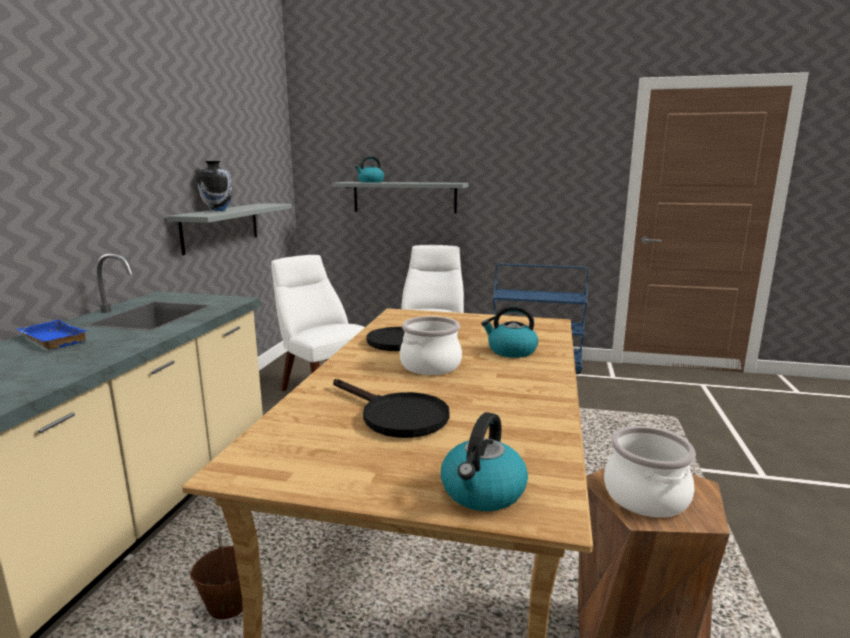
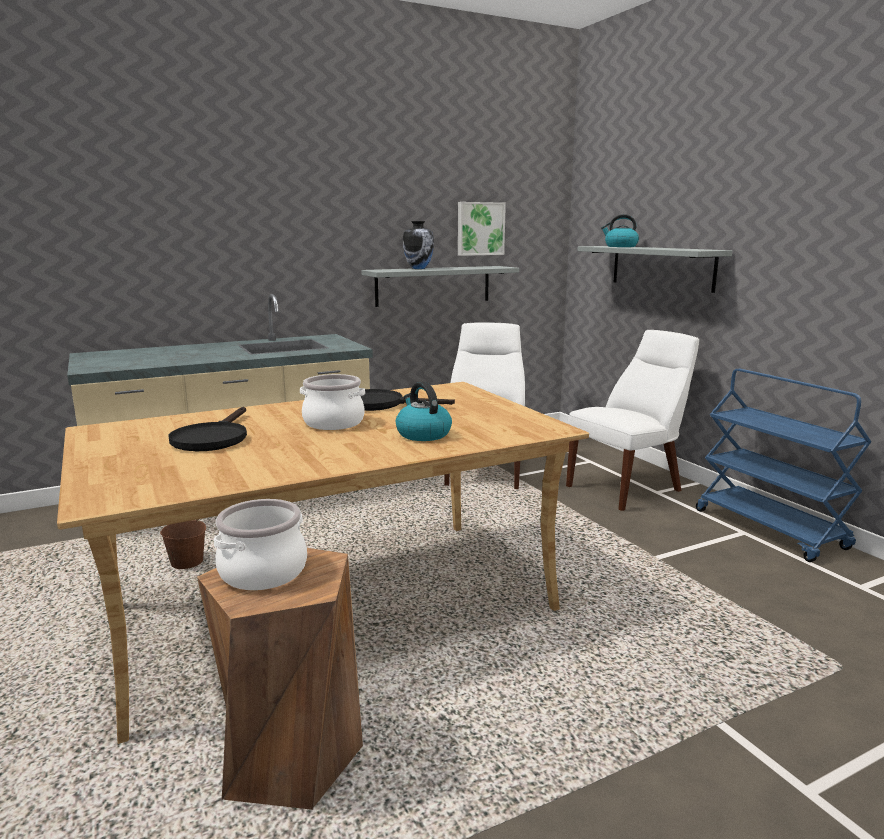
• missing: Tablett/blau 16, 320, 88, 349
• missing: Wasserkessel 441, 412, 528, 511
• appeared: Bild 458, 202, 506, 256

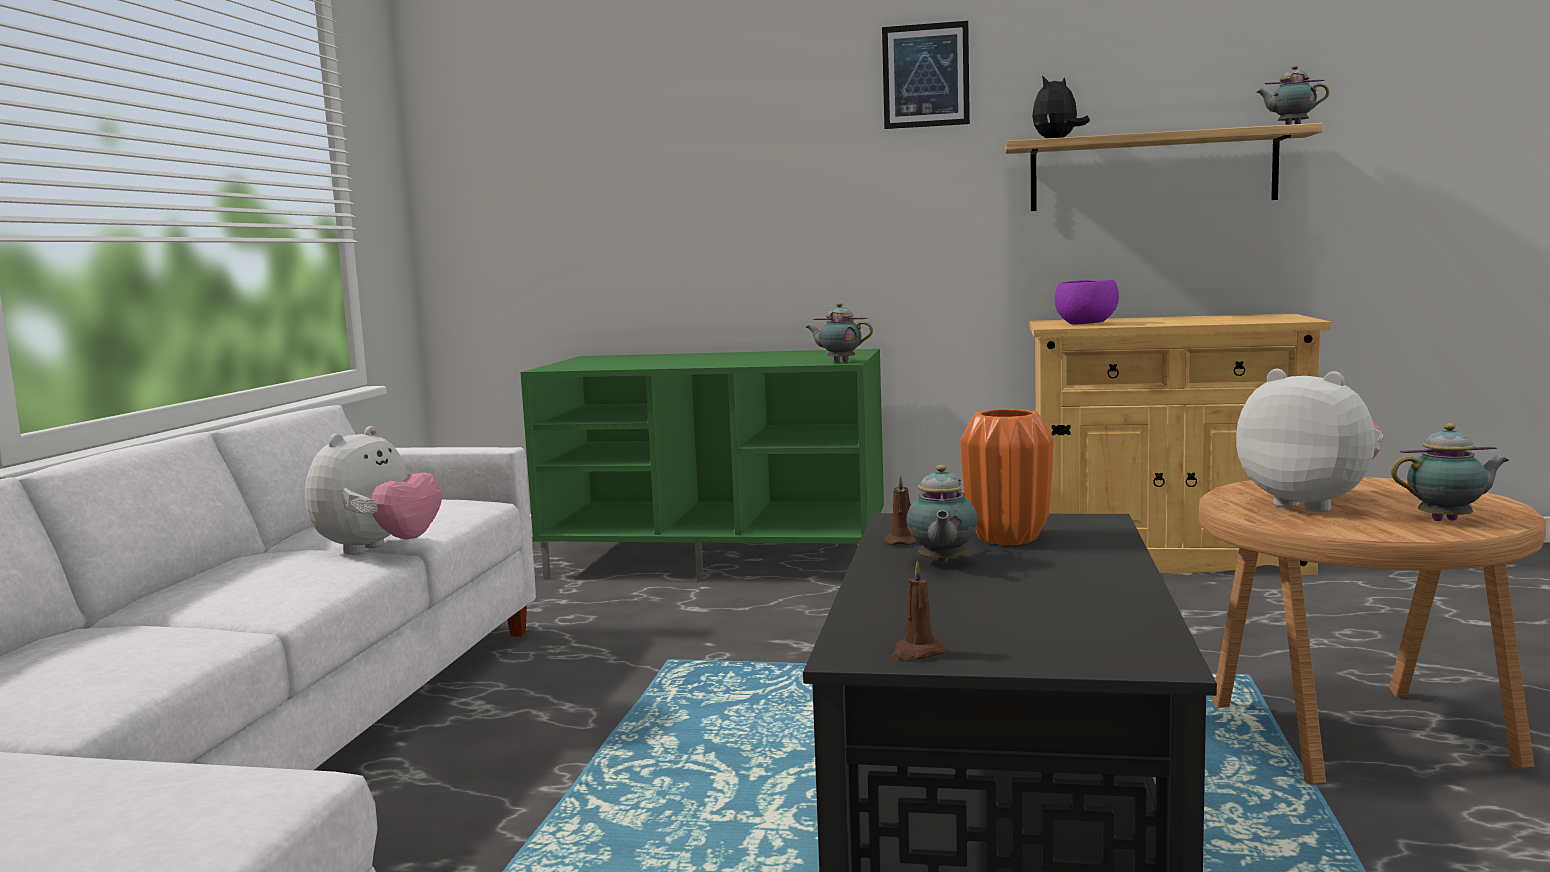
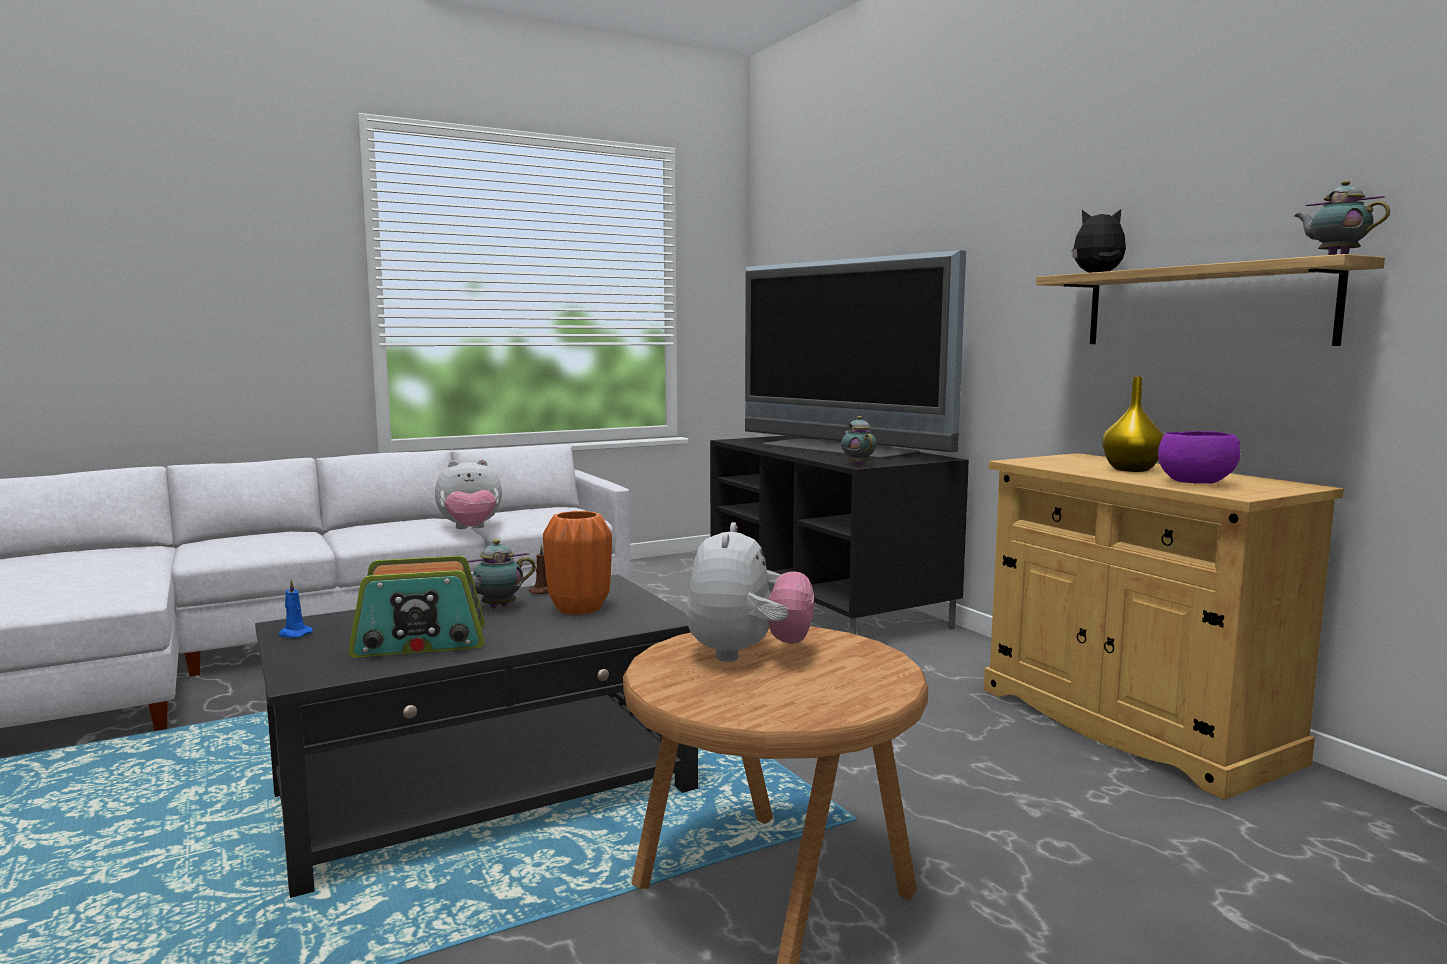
• missing: Bild 882, 21, 970, 129
• relocated: Schüssel/lila 1055, 280, 1119, 325 to 1158, 431, 1240, 483
• colour: Fernsehschrank/grün 520, 349, 884, 581 to Fernsehschrank/schwarz 710, 436, 969, 634
• missing: Teekanne 1391, 423, 1509, 521
• colour: Kerze/braun 891, 561, 946, 661 to Kerze/blau 278, 580, 313, 638
• appeared: Fernseher 745, 250, 966, 460
• appeared: Vase/gelb 1102, 377, 1164, 472
• appeared: Radio 348, 556, 485, 658

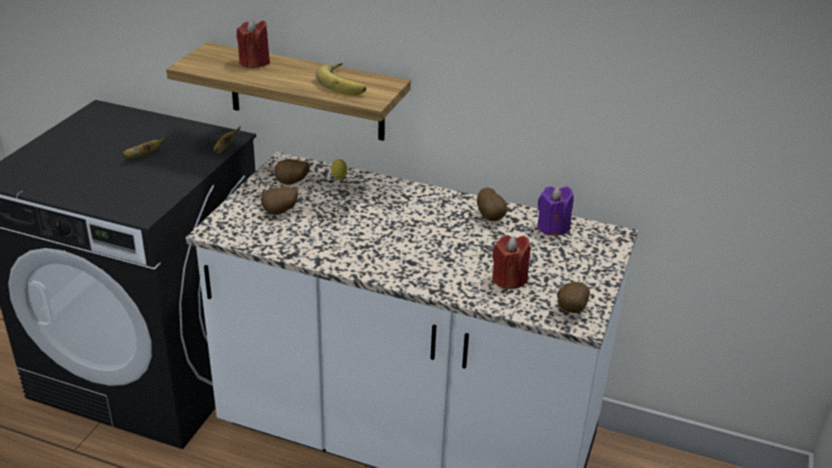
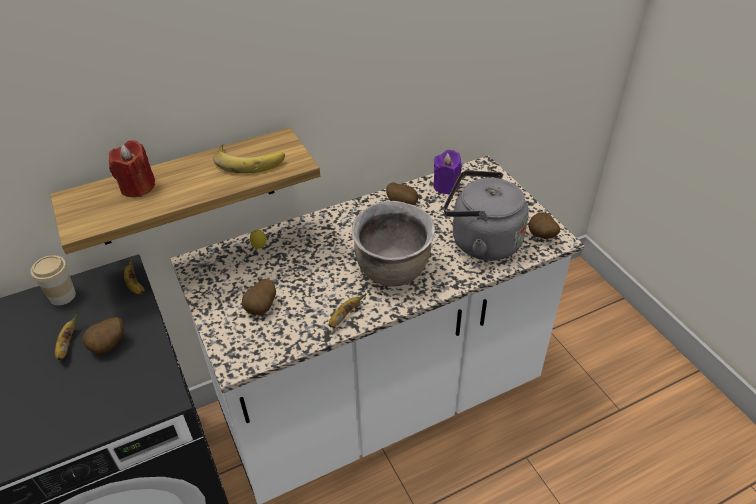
• relocated: Kartoffel 275, 159, 309, 185 to 82, 317, 124, 354
• exchanged: Kerze/rot 492, 235, 530, 289 to Wasserkessel/grau 444, 170, 529, 261
• appeared: Kochtopf/braun 352, 201, 435, 287
• appeared: Tasse 30, 255, 76, 306
• appeared: Banane 328, 293, 367, 327

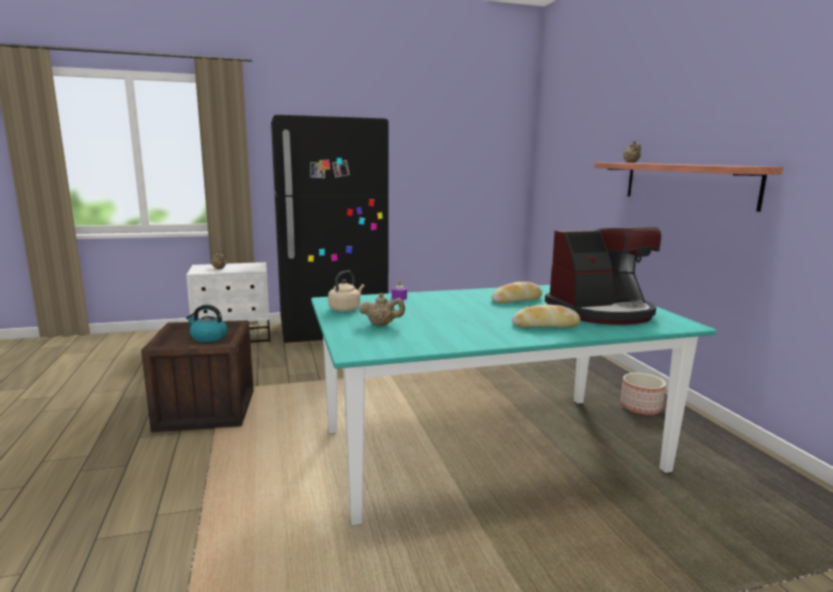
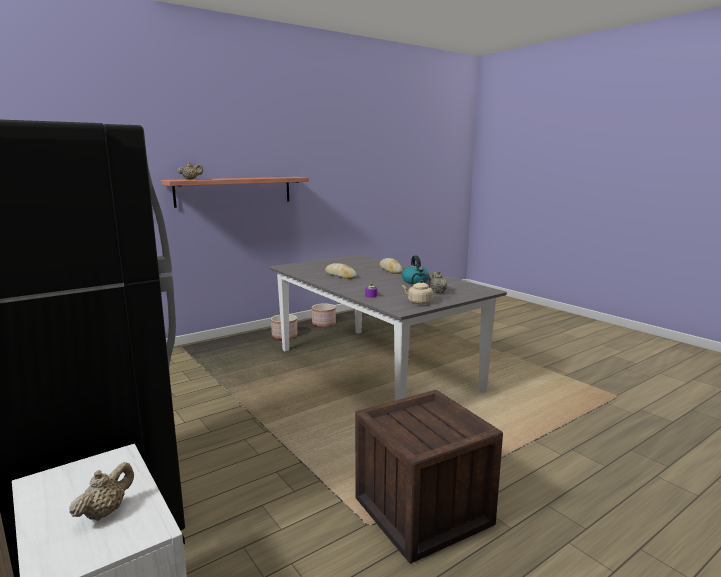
• missing: Kaffeemaschine 545, 227, 661, 324
• colour: Esstisch/türkis 311, 285, 716, 525 to Esstisch/grau 269, 254, 507, 401
• relocated: Wasserkessel 186, 305, 228, 342 to 402, 255, 430, 284
• appeared: Pflanzkübel 312, 303, 336, 327

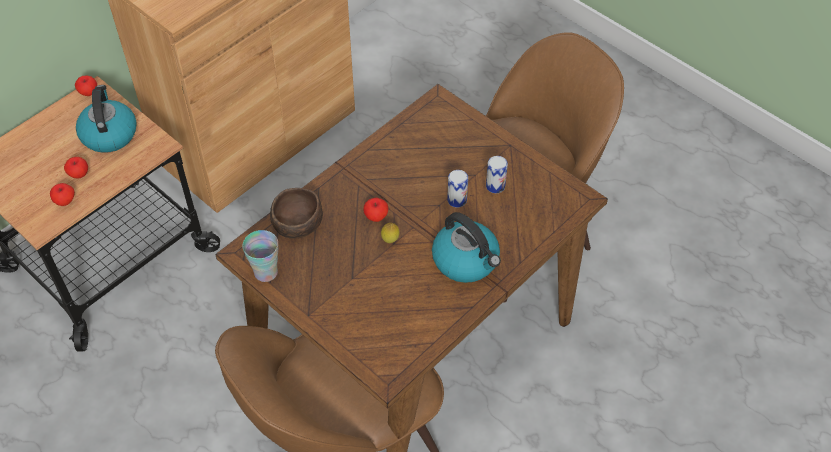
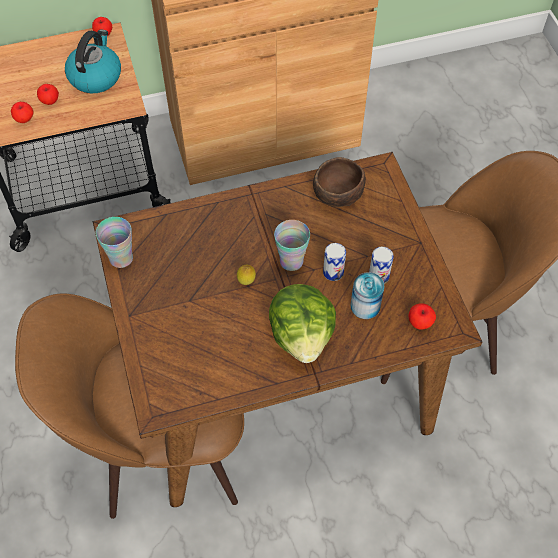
• relocated: Schüssel/braun 270, 188, 323, 239 to 313, 157, 366, 207
• relocated: Apfel 364, 198, 388, 222 to 409, 303, 436, 330
• exchanged: Wasserkessel 432, 212, 501, 283 to Salatkopf 269, 284, 336, 363
• appeared: Tasse 274, 220, 310, 271
• appeared: Dose 351, 273, 384, 319

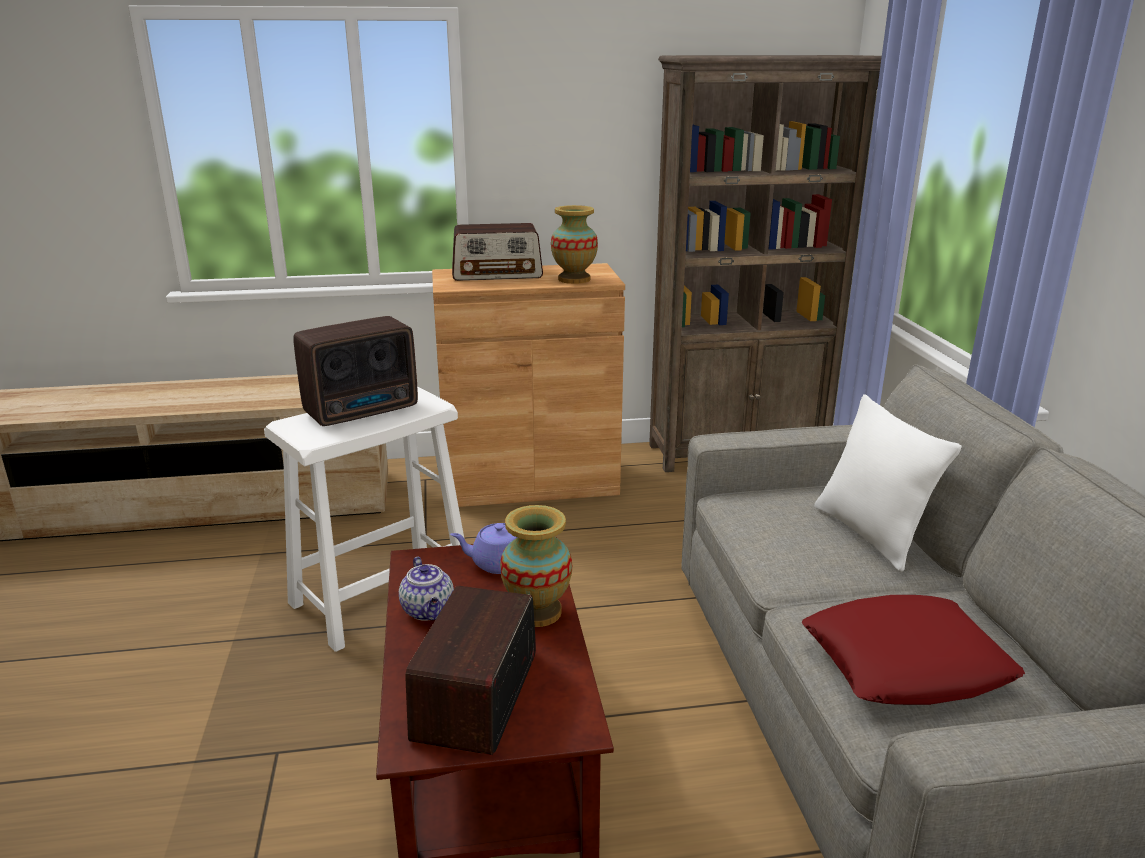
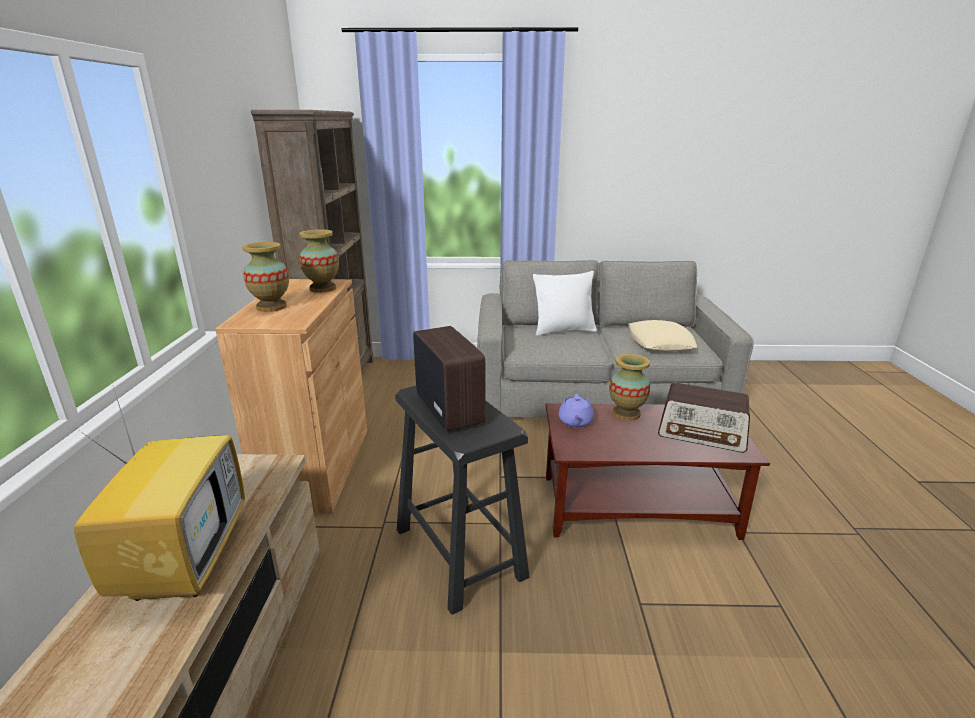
• exchanged: Radio 452, 223, 543, 281 to Vase 242, 242, 289, 312
• colour: Hocker/weiß 264, 387, 464, 652 to Hocker/schwarz 395, 386, 530, 615
• missing: Teekanne 399, 557, 454, 621
• colour: Kissen/rot 802, 595, 1025, 705 to Kissen/beige 628, 320, 697, 351
• appeared: Fernseher 74, 377, 245, 601

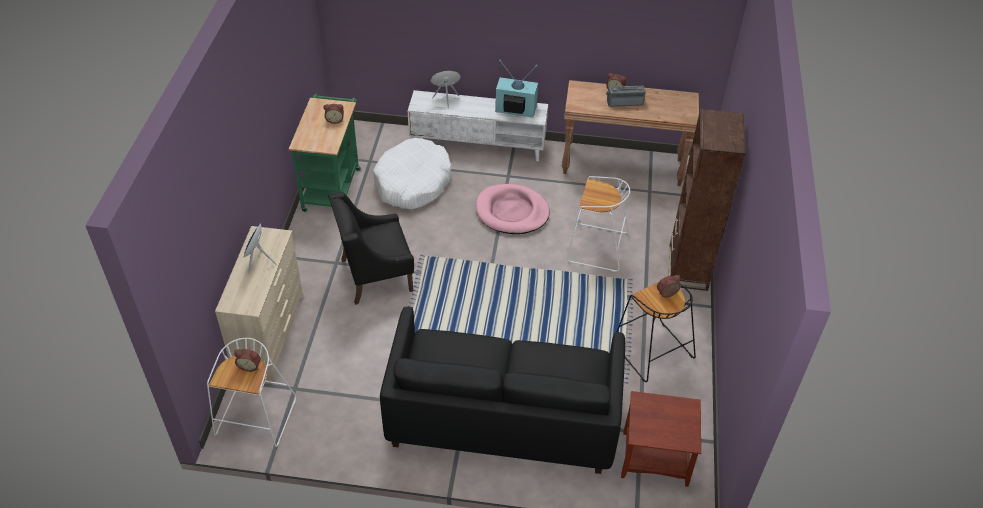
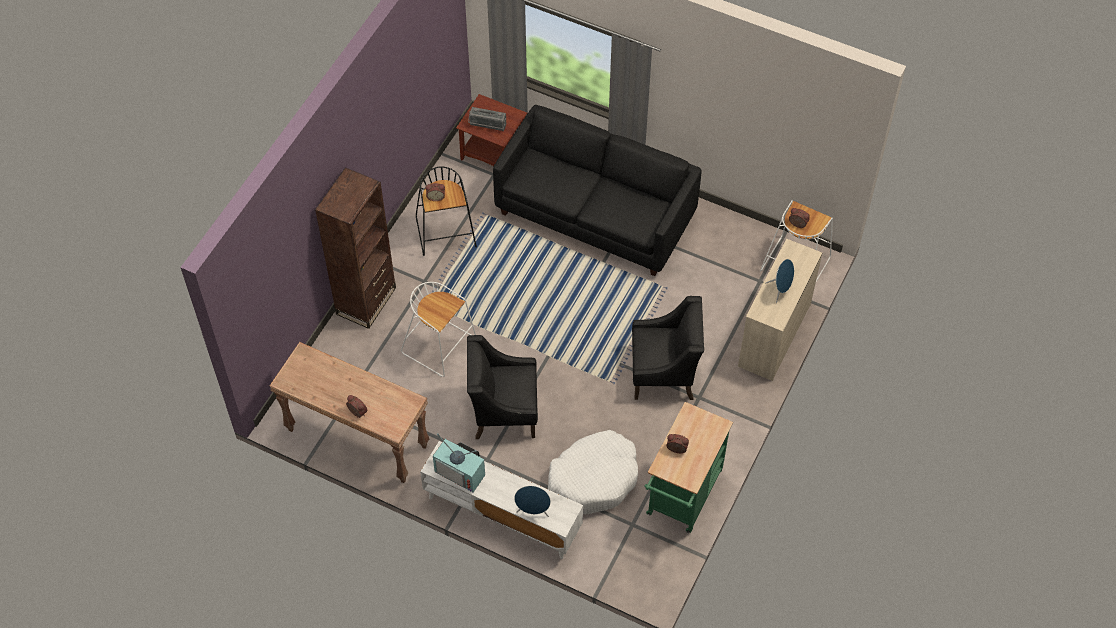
• relocated: Radio 606, 85, 646, 107 to 468, 107, 506, 131
• exchanged: Hundebett/rosa 476, 184, 550, 234 to Sessel/schwarz 467, 335, 538, 439

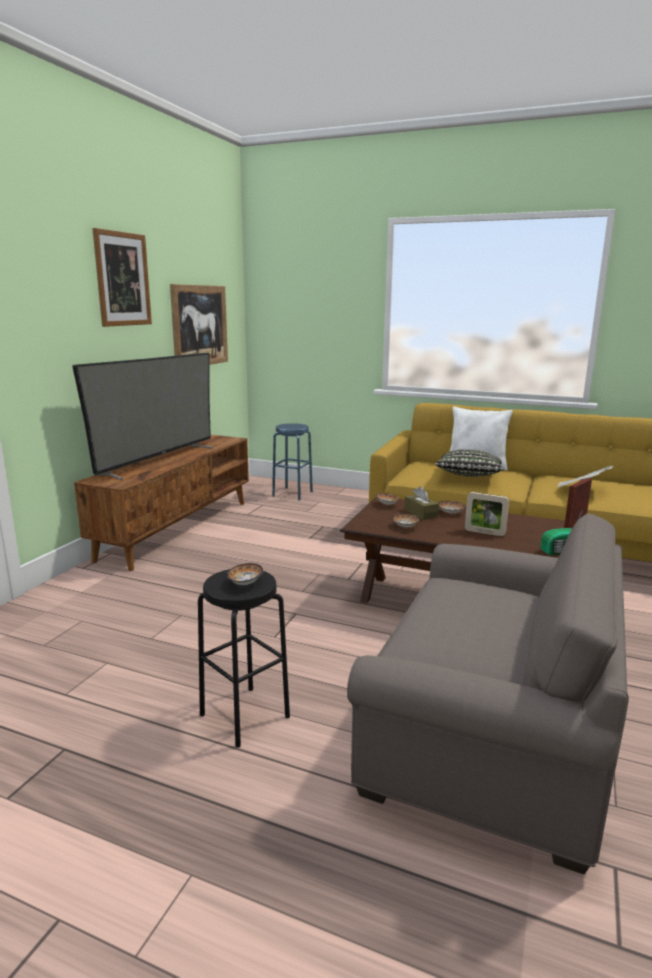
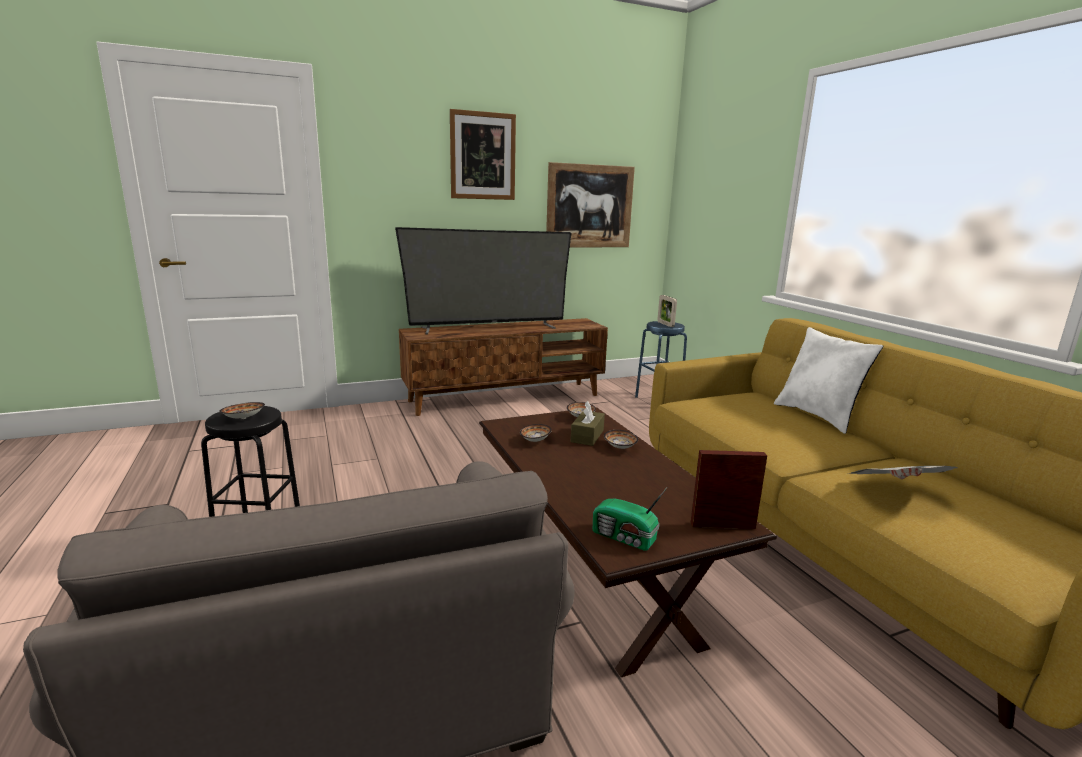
• missing: Kissen 435, 449, 504, 477
• relocated: Bilderrahmen 465, 492, 509, 536 to 658, 295, 677, 327

